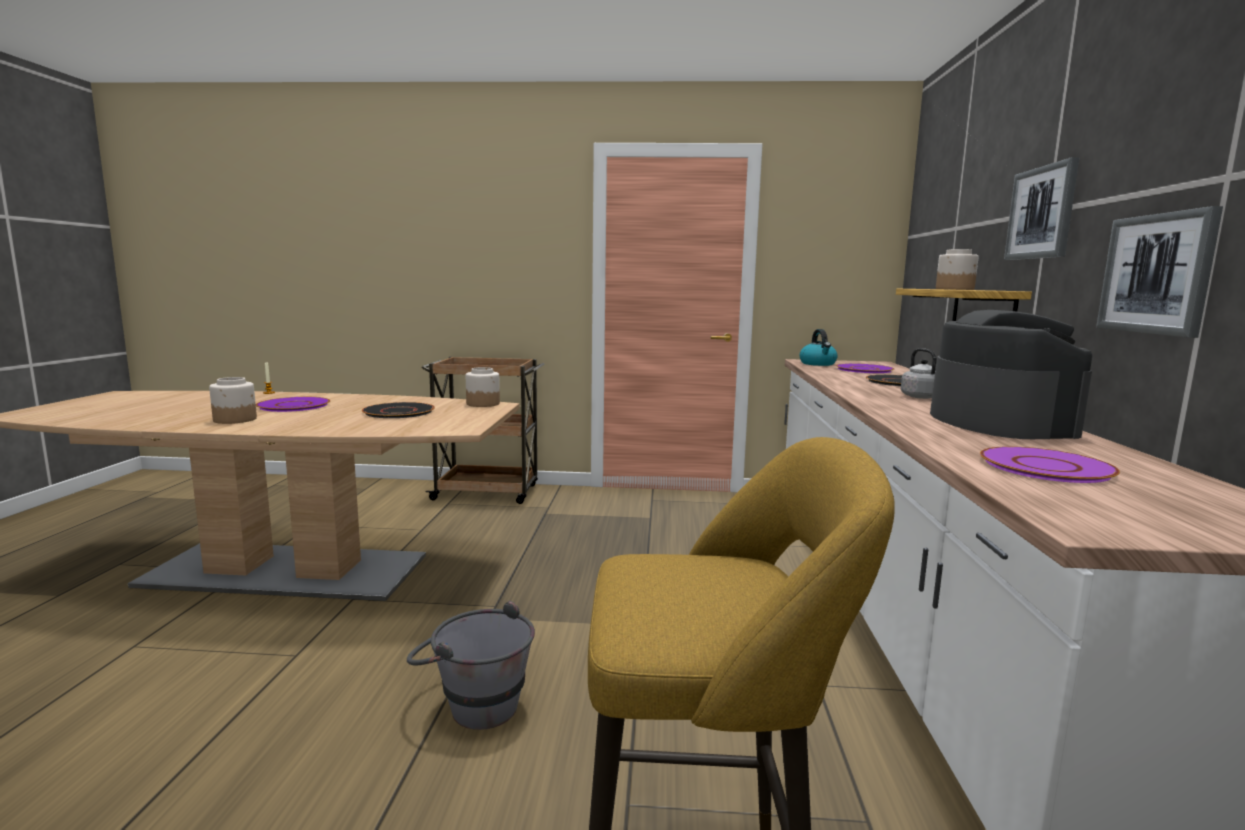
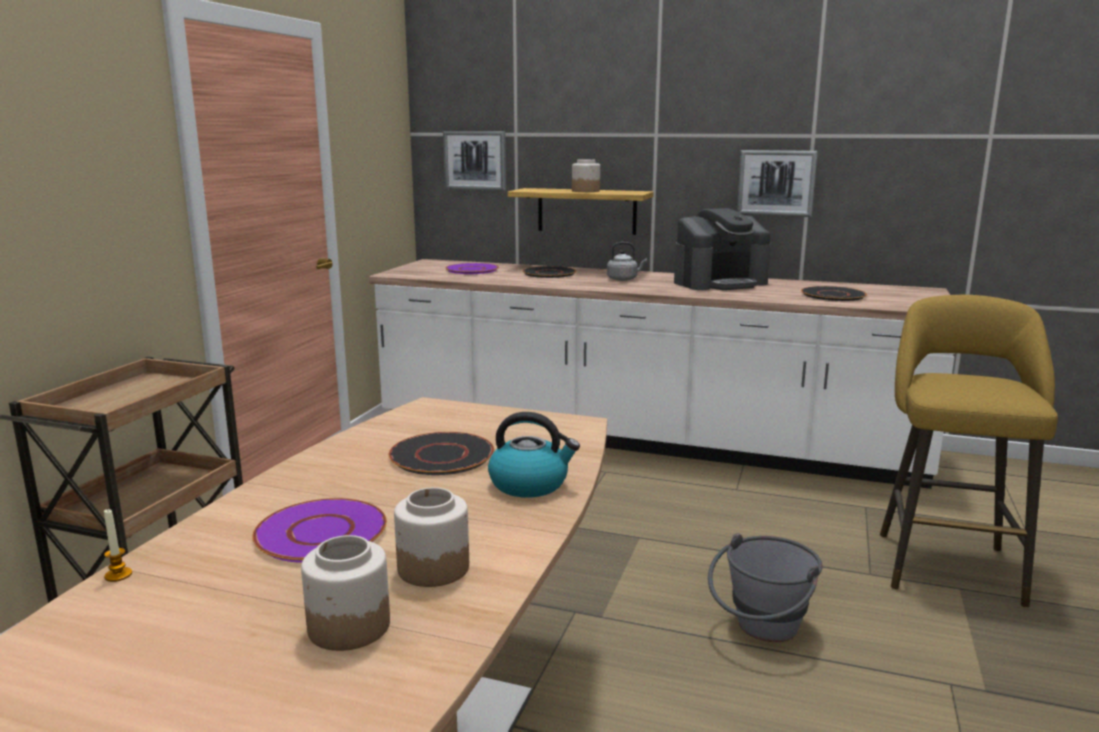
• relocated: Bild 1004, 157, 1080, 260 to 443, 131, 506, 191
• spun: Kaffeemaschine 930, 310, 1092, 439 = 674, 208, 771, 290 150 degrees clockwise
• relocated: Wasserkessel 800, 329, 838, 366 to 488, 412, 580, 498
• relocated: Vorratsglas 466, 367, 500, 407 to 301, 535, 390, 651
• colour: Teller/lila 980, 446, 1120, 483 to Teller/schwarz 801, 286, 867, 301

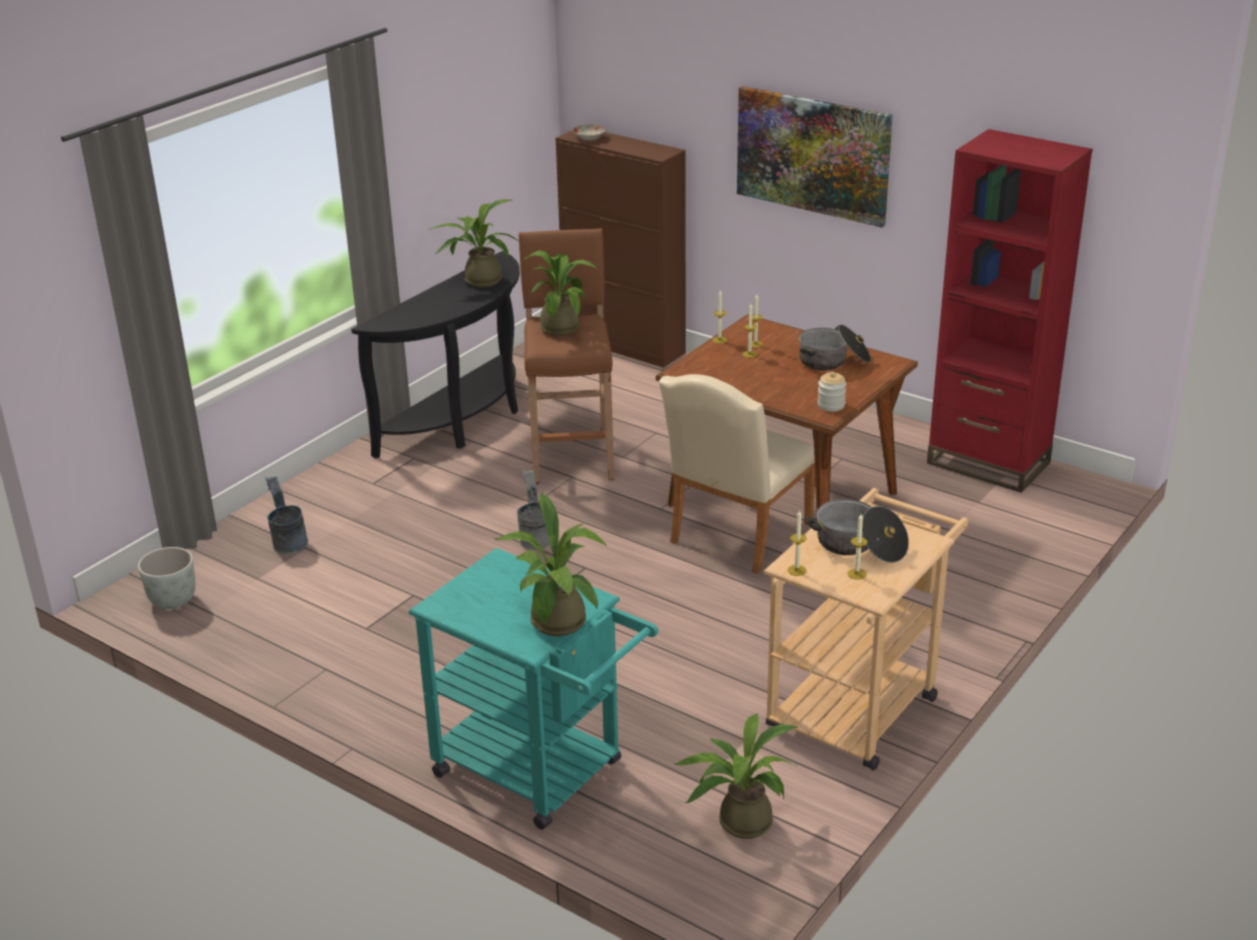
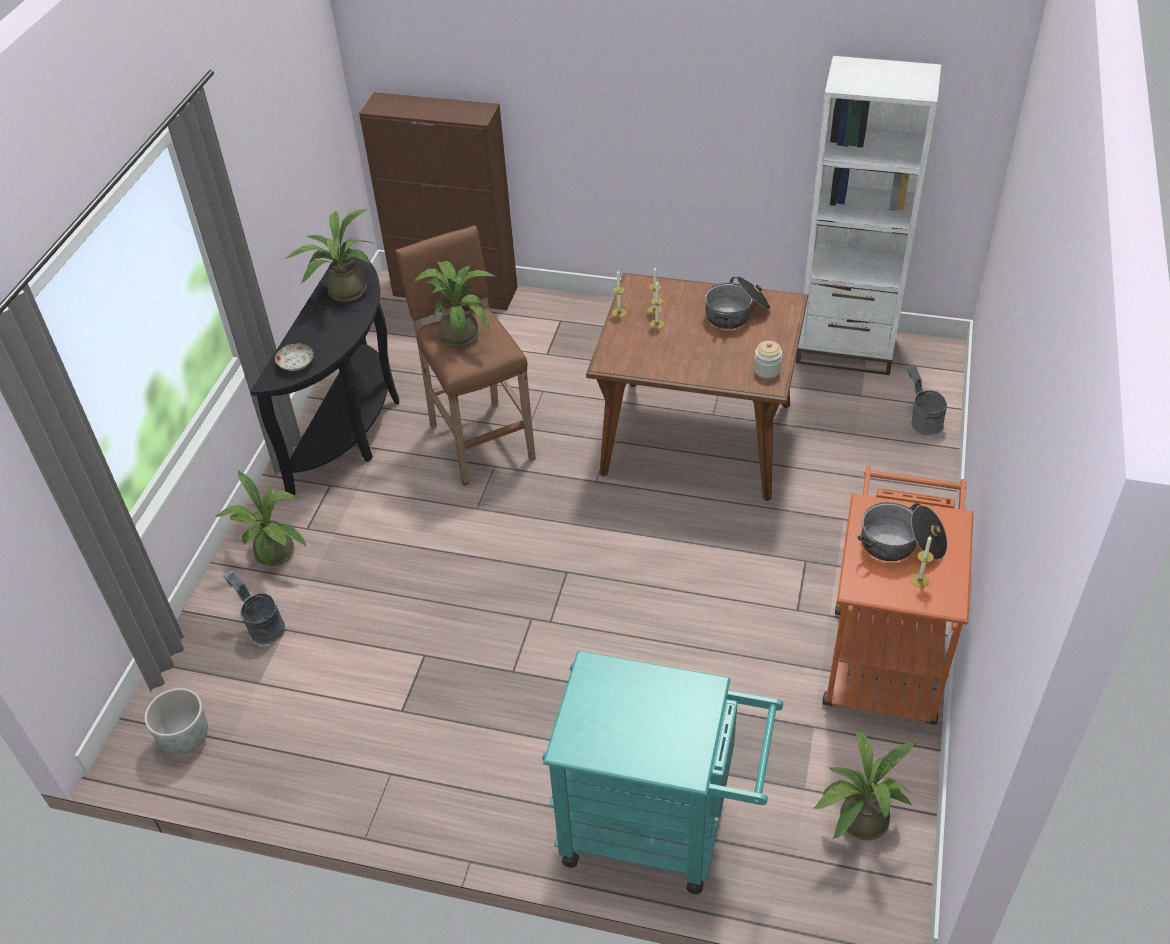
• missing: Bild 737, 86, 893, 228
• relocated: Teller 572, 124, 606, 141 to 275, 344, 314, 371
• colour: Bücherregal/rot 927, 129, 1093, 493 to Bücherregal/weiß 796, 56, 942, 375
• missing: Stuhl/beige 659, 374, 815, 574
• relocated: Eimer/grau 517, 470, 551, 550 to 905, 365, 947, 435
• colour: Rollwagen/beige 764, 488, 968, 770 to Rollwagen/orange 822, 465, 974, 725
• relocated: Topfpflanze 495, 492, 608, 636 to 216, 471, 306, 566
• missing: Kerze 788, 511, 807, 576

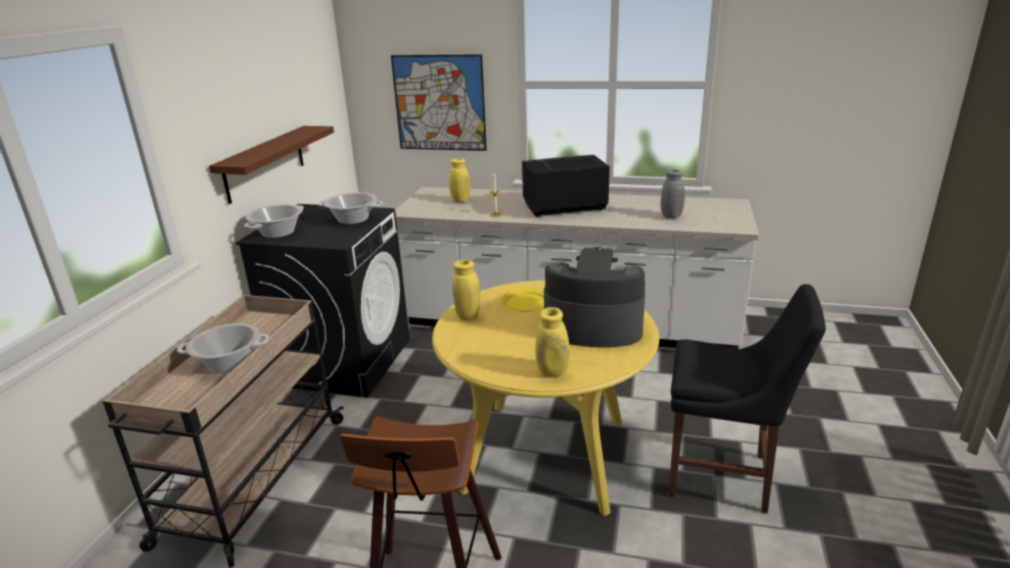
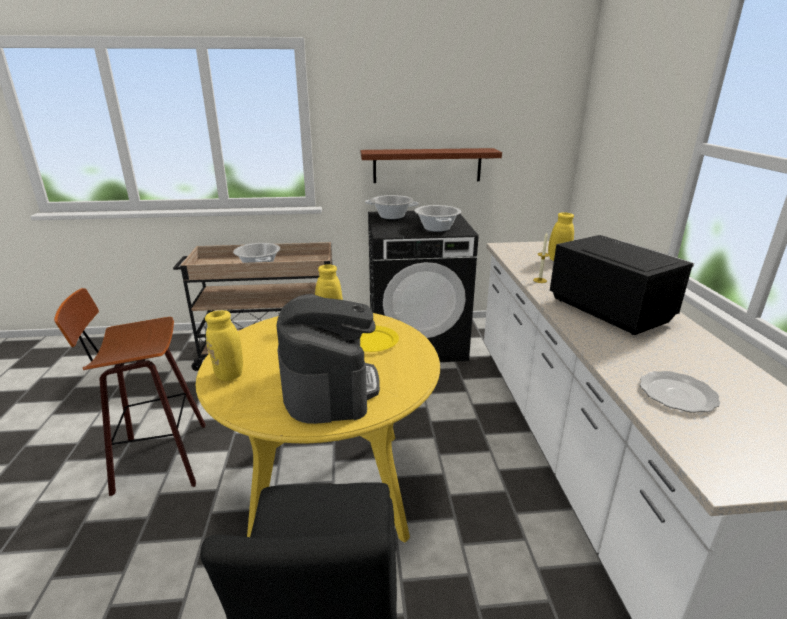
• missing: Bild 391, 54, 487, 151
• exchanged: Vase/grau 661, 170, 685, 219 to Teller 640, 371, 720, 413

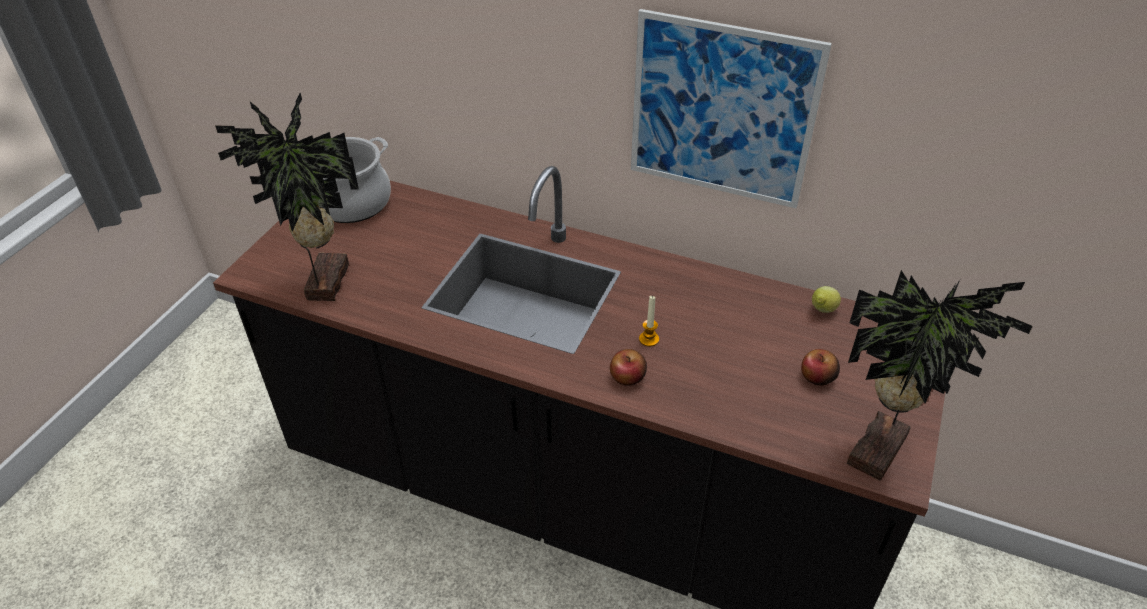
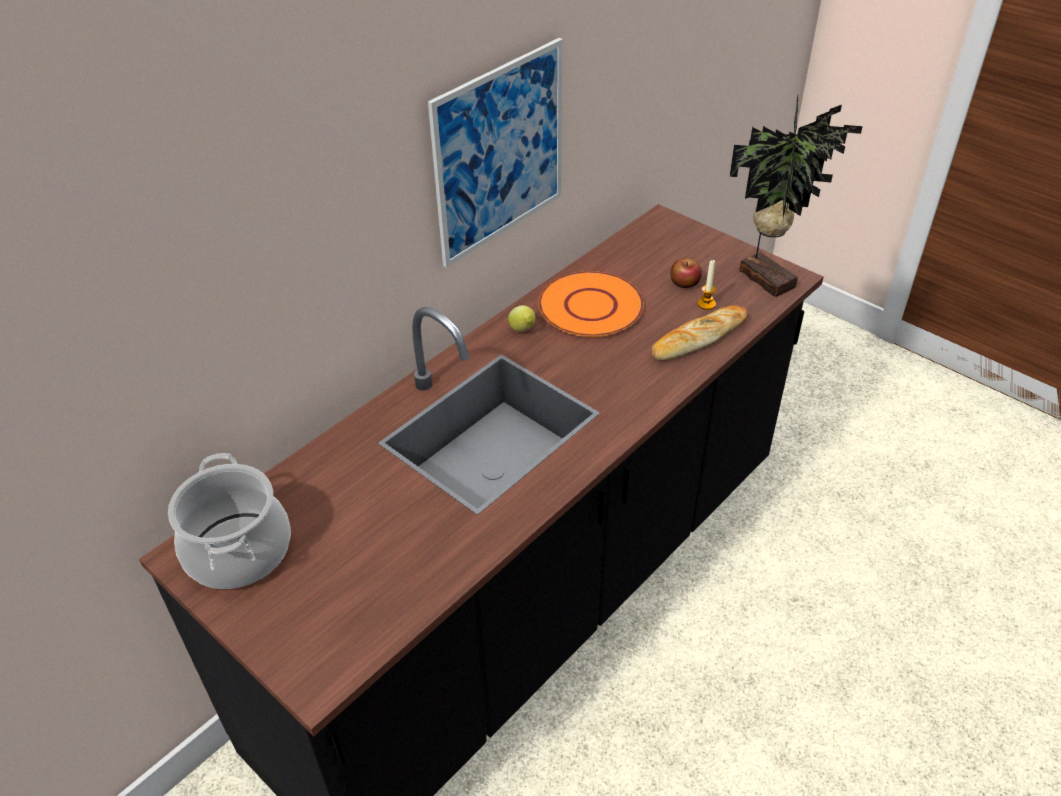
• missing: Topfpflanze 215, 92, 359, 301
• relocated: Zitrone 812, 286, 841, 313 to 508, 305, 535, 332
• relocated: Kerze 639, 295, 659, 347 to 697, 260, 716, 310
• missing: Apfel 610, 349, 647, 386
• appeared: Teller/orange 538, 271, 644, 337
• appeared: Brot 652, 305, 748, 361

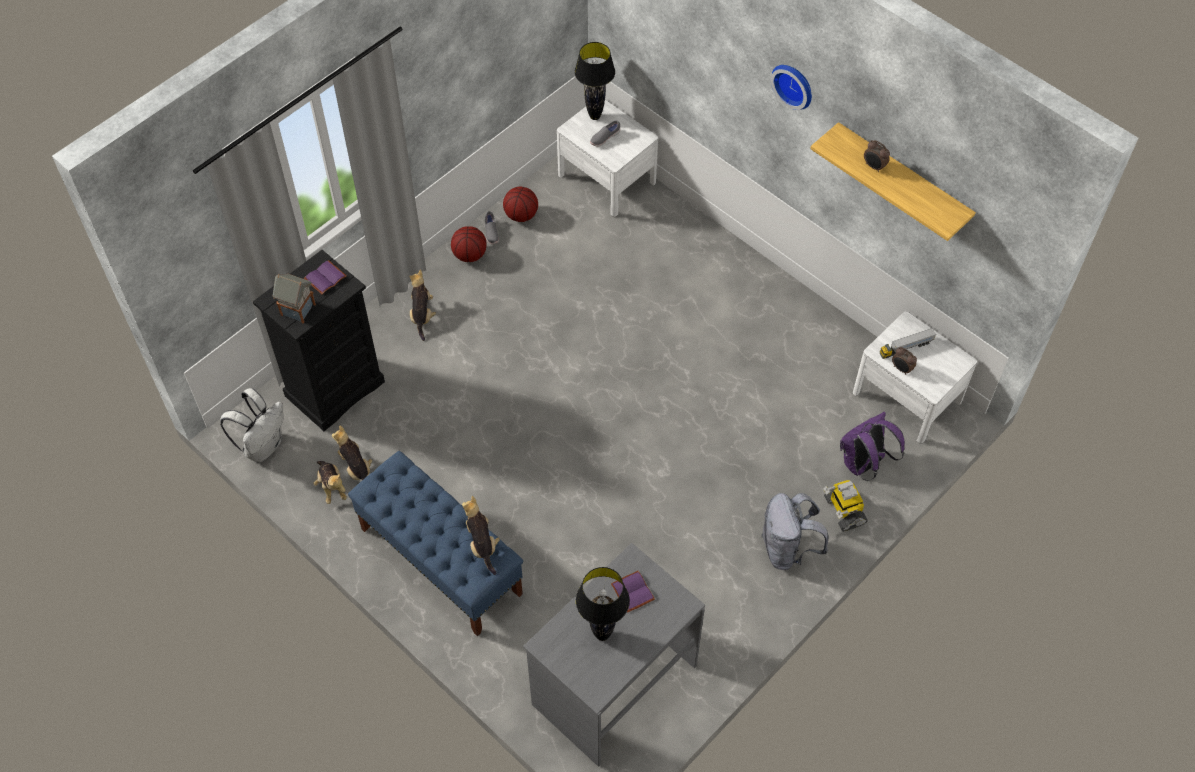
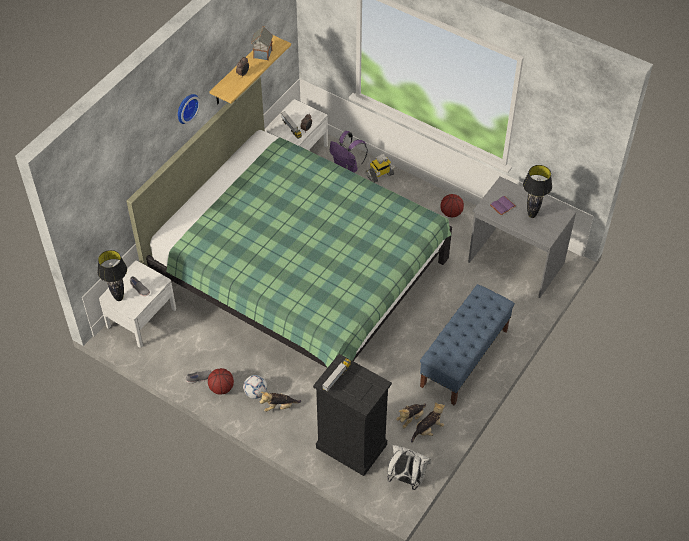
• relocated: Basketball 503, 187, 538, 222 to 440, 194, 464, 217
• exchanged: Buch/lila 304, 260, 347, 294 to Spielzeuglaster 322, 358, 351, 392
• relocated: Spielzeughaus 272, 274, 316, 324 to 251, 26, 273, 61
• missing: Rucksack/grau 761, 493, 828, 570
• missing: Plüschtier 462, 496, 500, 575
• appeared: Bett/grün 126, 77, 452, 368
• appeared: Fußball 243, 375, 267, 399

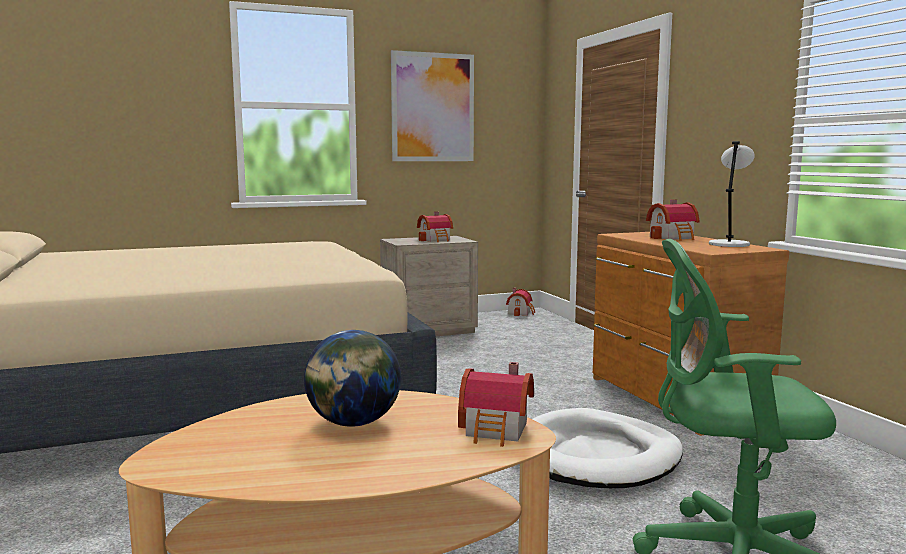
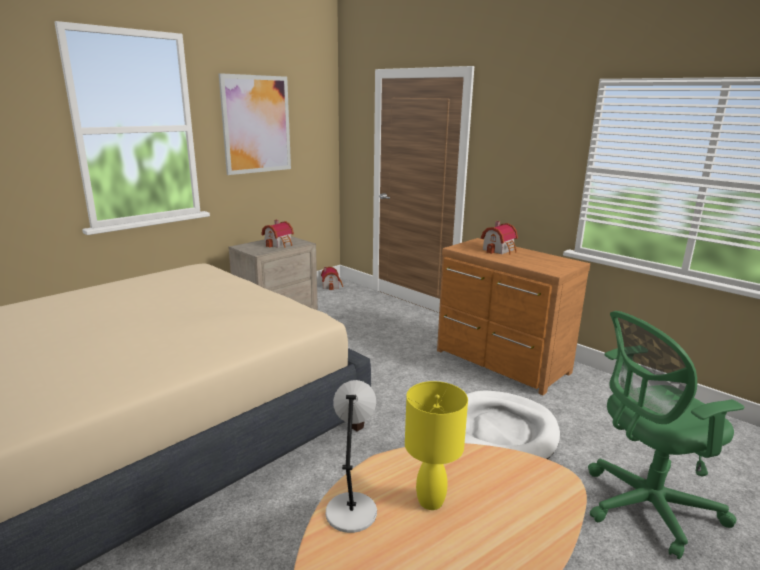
• relocated: Tischlampe/grau 709, 141, 755, 247 to 326, 380, 377, 533
• exchanged: Globus 304, 330, 401, 427 to Tischlampe/gelb 405, 381, 468, 510
• missing: Spielzeughaus 458, 362, 534, 447

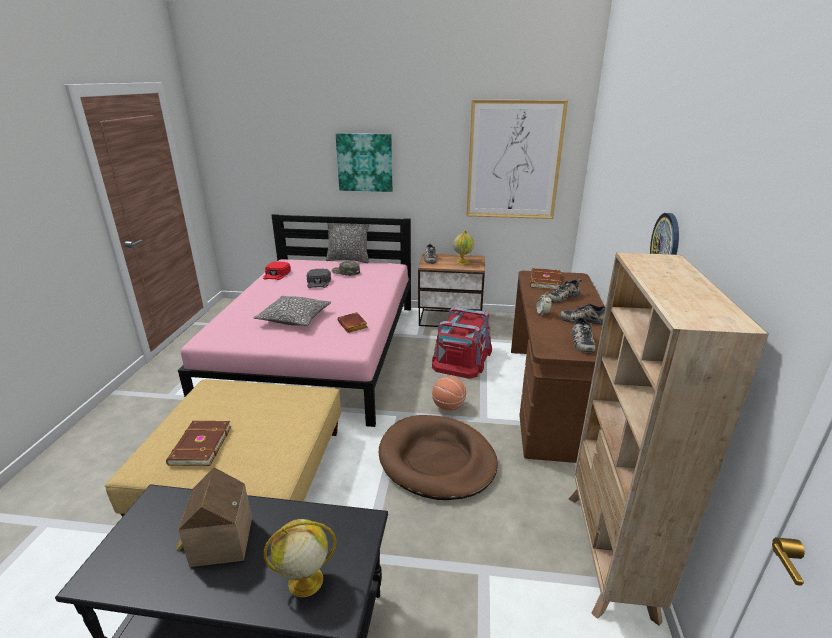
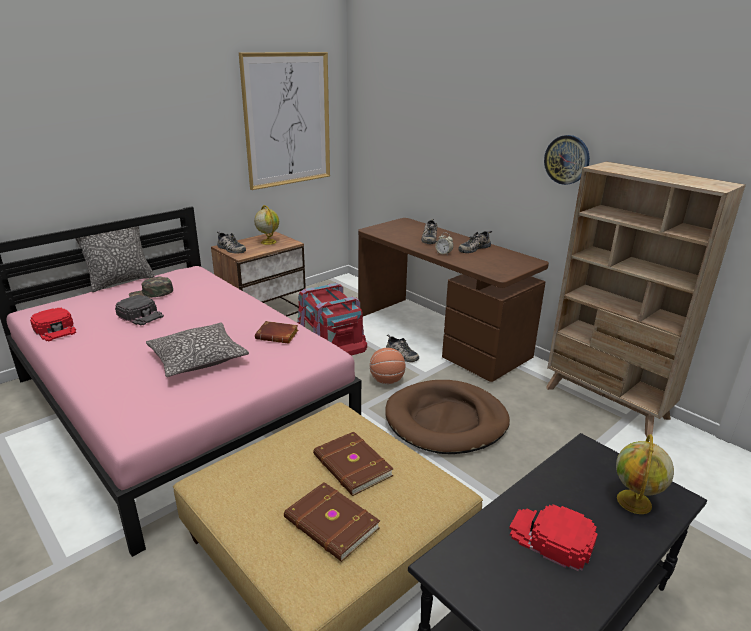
• missing: Bild 336, 133, 393, 192
• relocated: Buch/braun 530, 268, 561, 290 to 313, 431, 394, 496
• relocated: Schuh 571, 315, 596, 354 to 386, 334, 419, 362
• exchanged: Spielzeughaus 176, 467, 252, 567 to Kappe/rot 509, 504, 598, 571

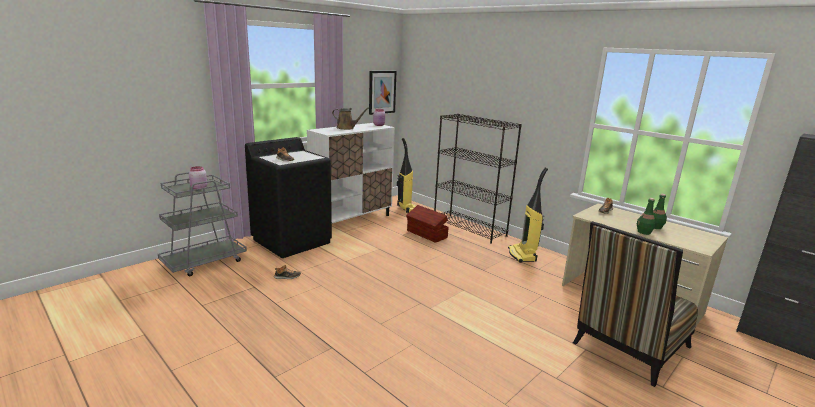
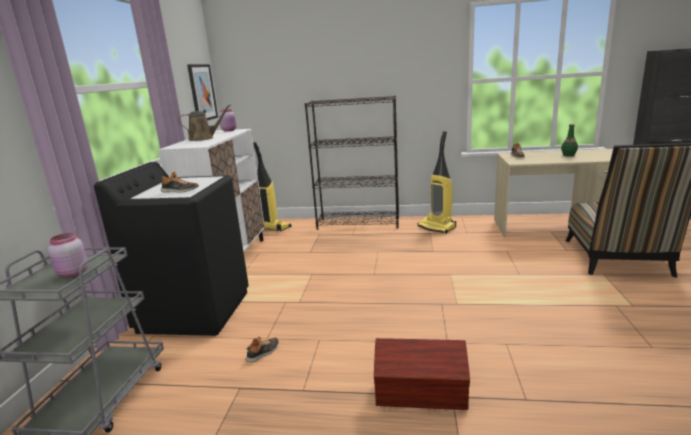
• missing: Flasche/grün 637, 198, 656, 235
• relocated: Aufbewahrungsbox/braun 406, 205, 449, 243 to 374, 338, 470, 410

